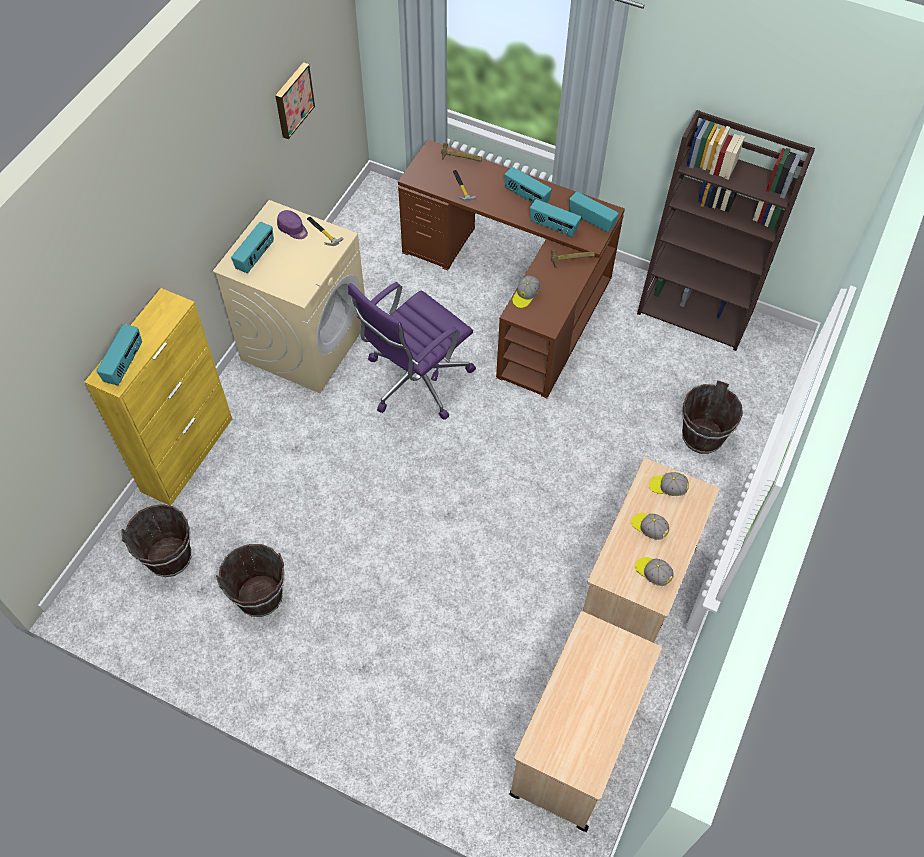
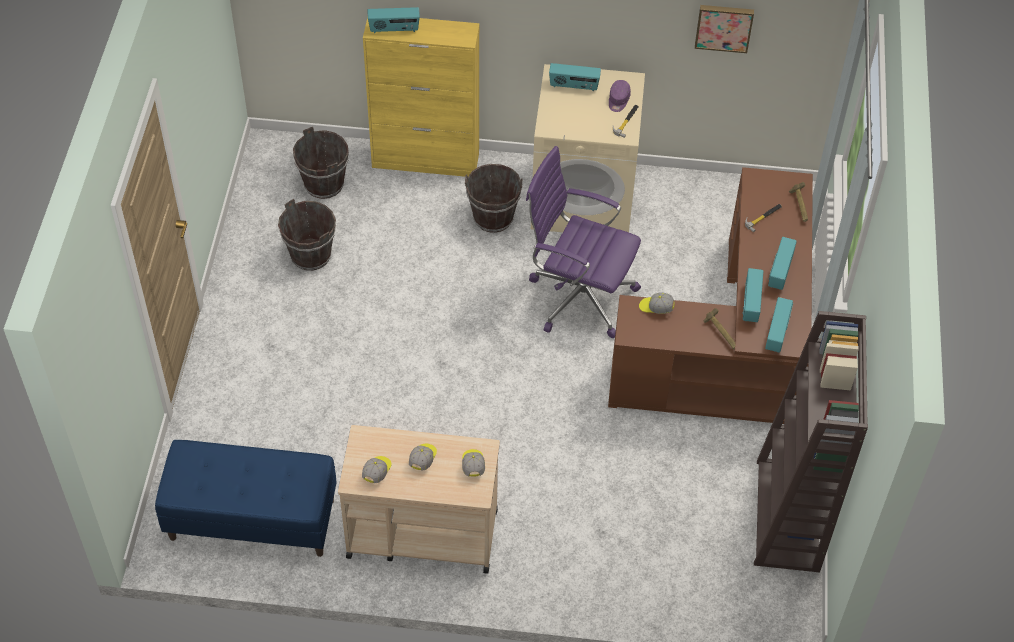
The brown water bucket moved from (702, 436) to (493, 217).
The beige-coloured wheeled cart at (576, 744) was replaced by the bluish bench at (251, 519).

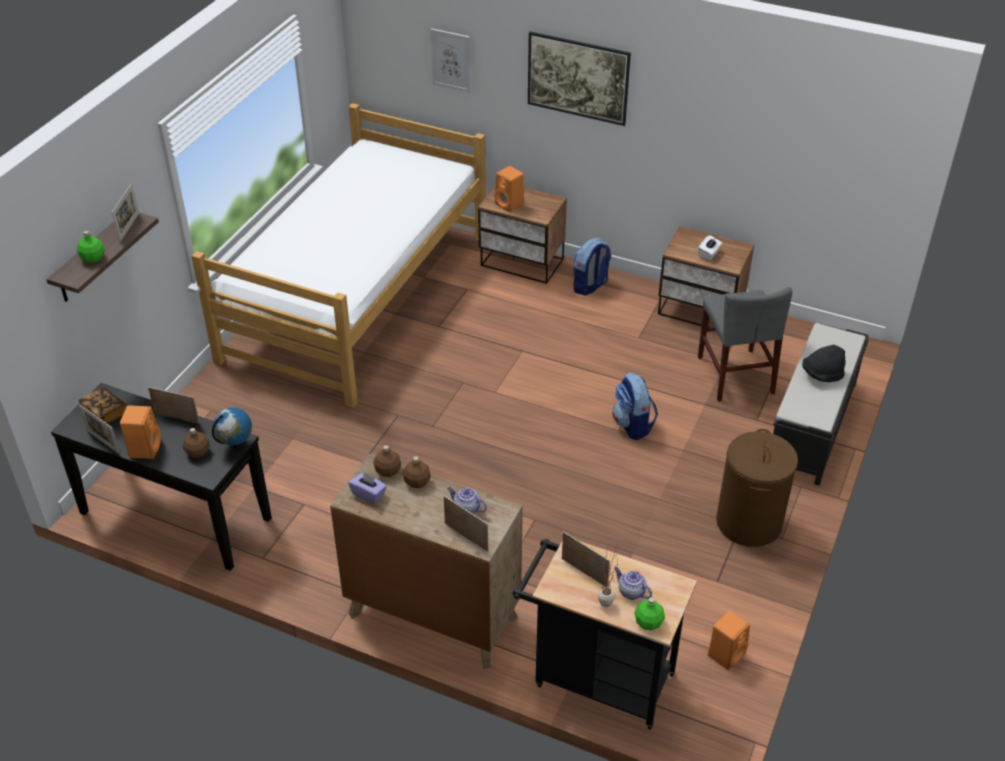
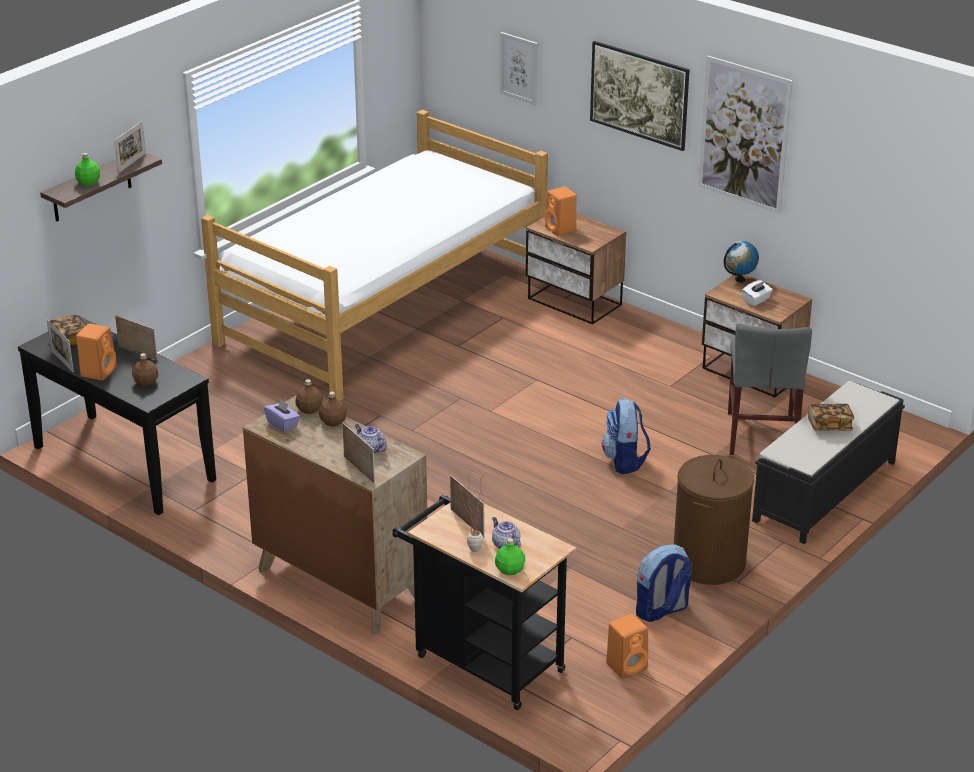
The wall art at (744, 134) appeared.
The world globe moved from (236, 446) to (740, 280).
The knapsack moved from (590, 286) to (661, 610).
The blackish wearable hat at (822, 375) was replaced by the book at (829, 426).

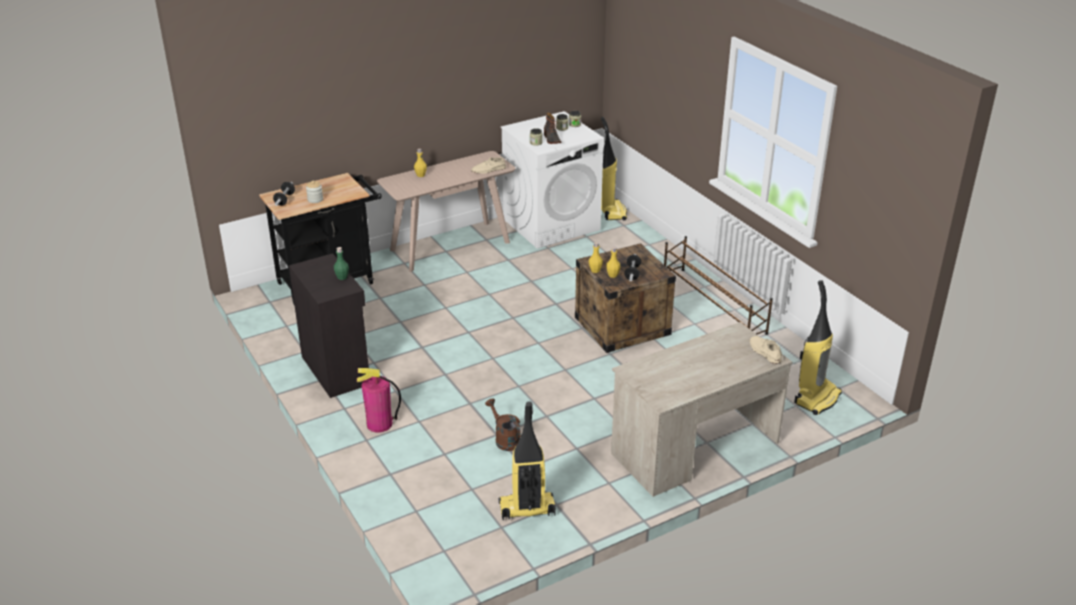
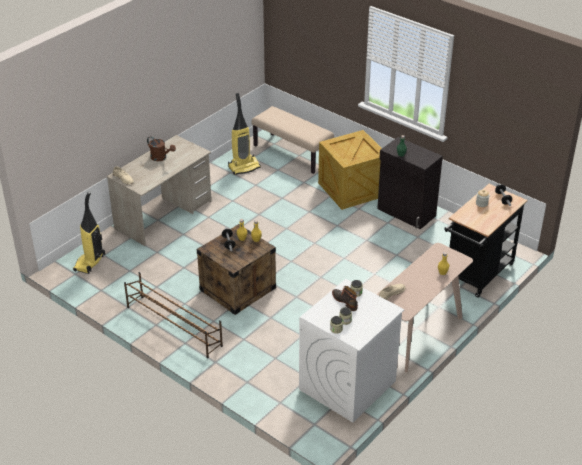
The vacuum at (611, 211) disappeared.
The beige-coloured bench at (292, 153) appeared.
The brown watering can moved from (504, 439) to (161, 158).
The fire-fighting cylinder at (379, 424) was replaced by the shipping crate at (352, 189).

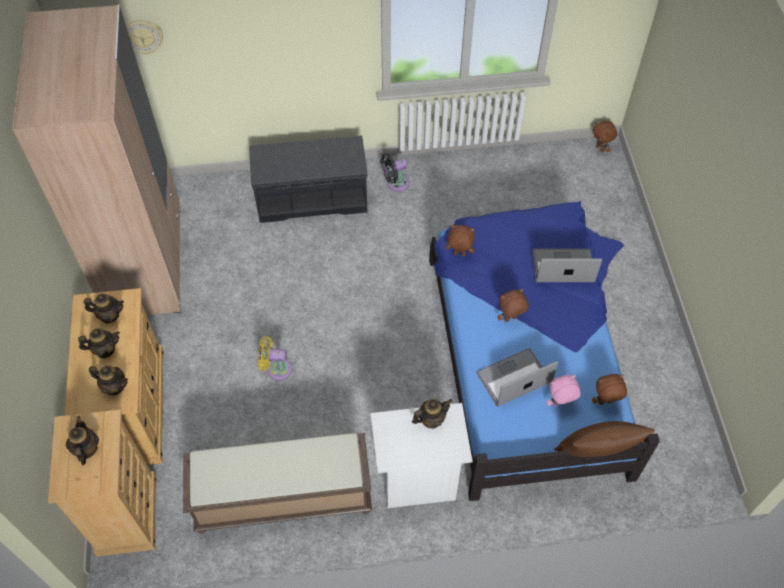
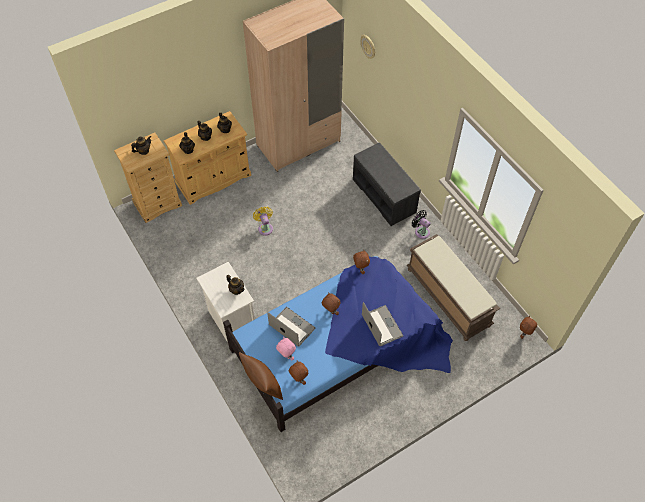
The brown bench moved from (281, 498) to (447, 297).

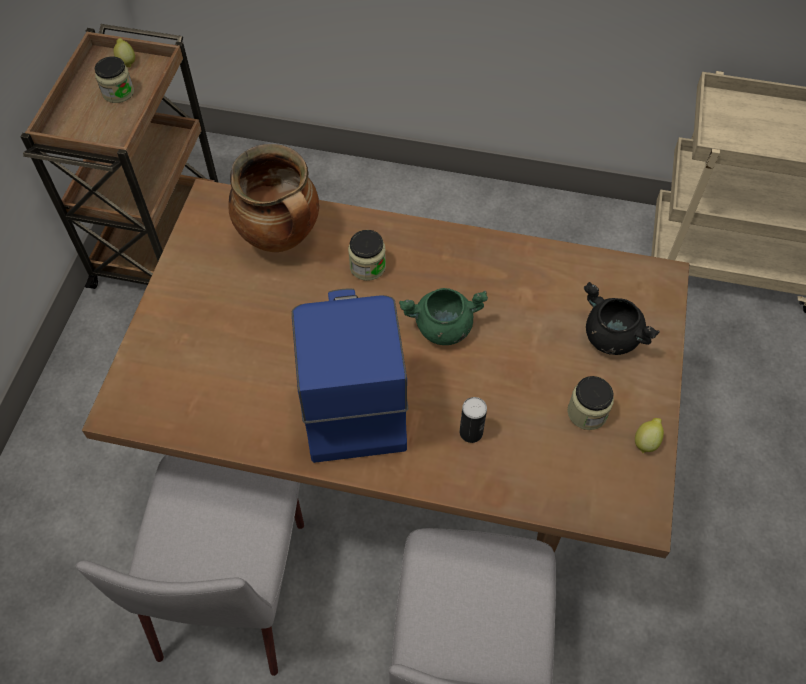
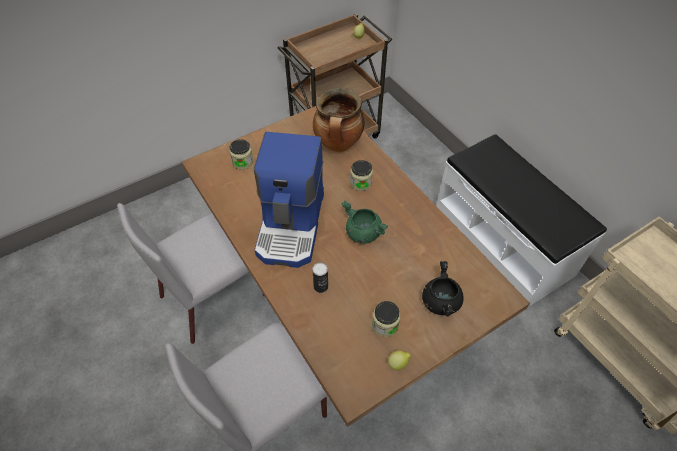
The whitish bench at (503, 240) appeared.
The preserve jar moved from (118, 92) to (242, 162).
The coffee maker at (349, 389) turned 150 degrees clockwise.

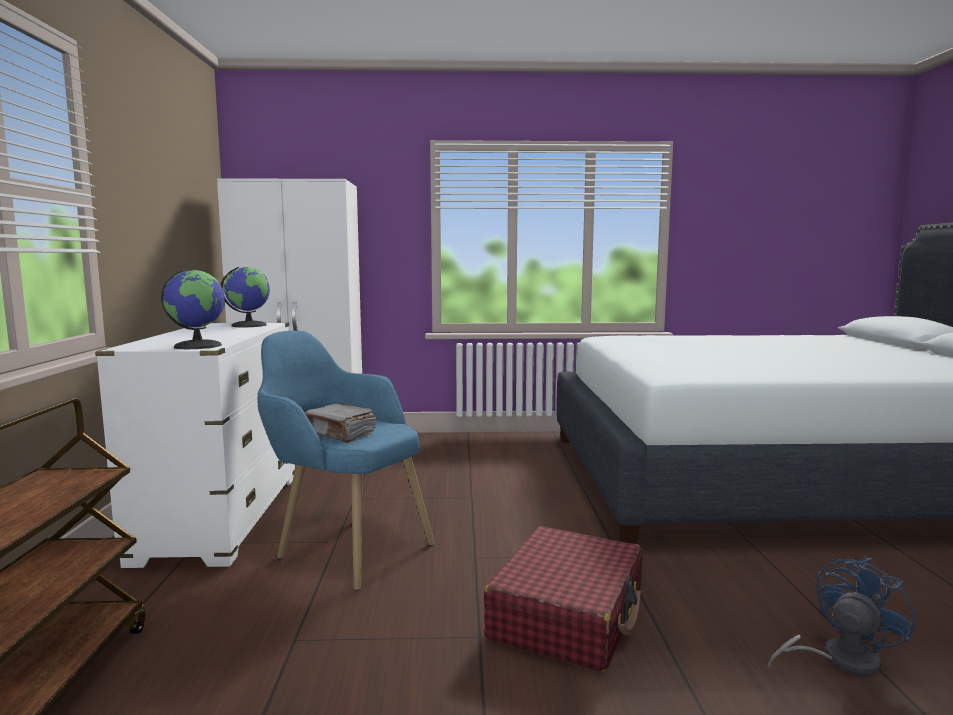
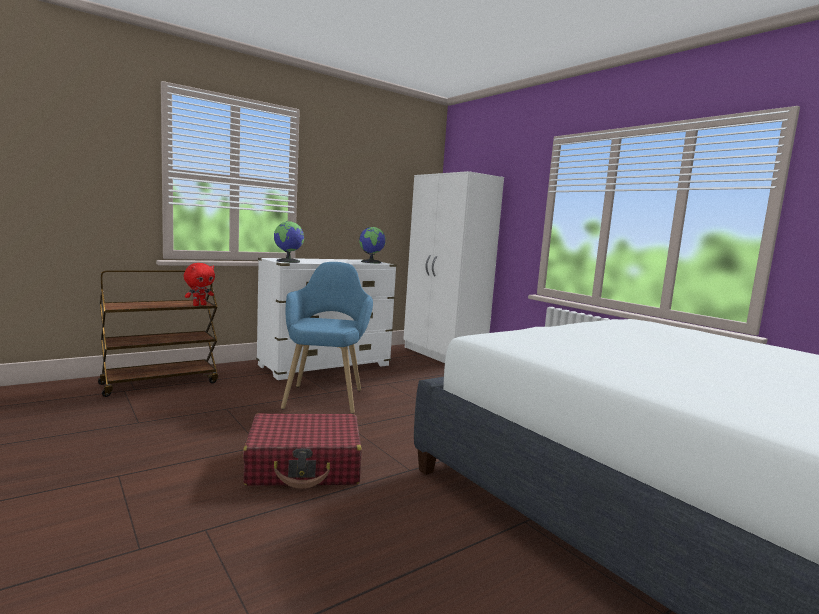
The gray book at (340, 434) disappeared.
The bluish cooling fan at (839, 660) disappeared.
The red cuddly toy at (199, 305) appeared.

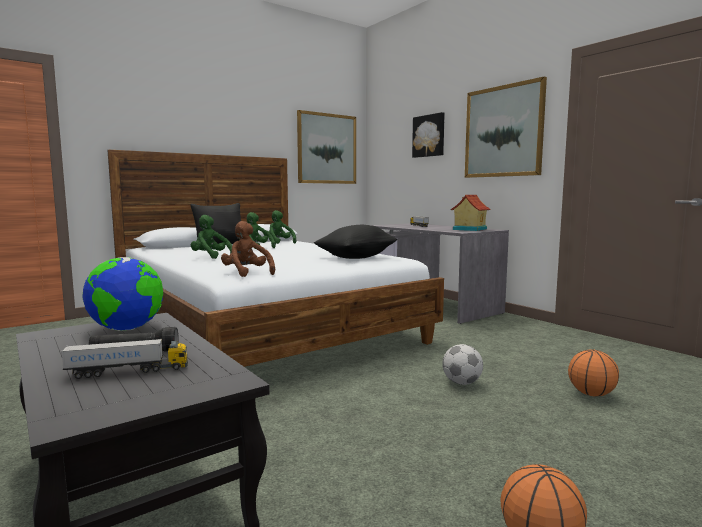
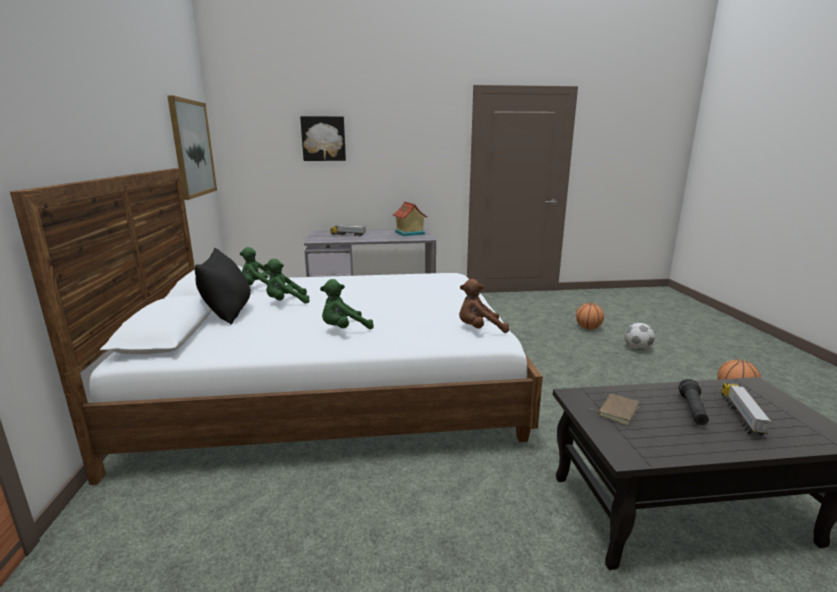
The blackish throw pillow at (356, 258) disappeared.
The wall art at (503, 131) disappeared.
The ball for football moved from (462, 383) to (637, 348).
The world globe at (127, 329) was replaced by the brown book at (616, 410).

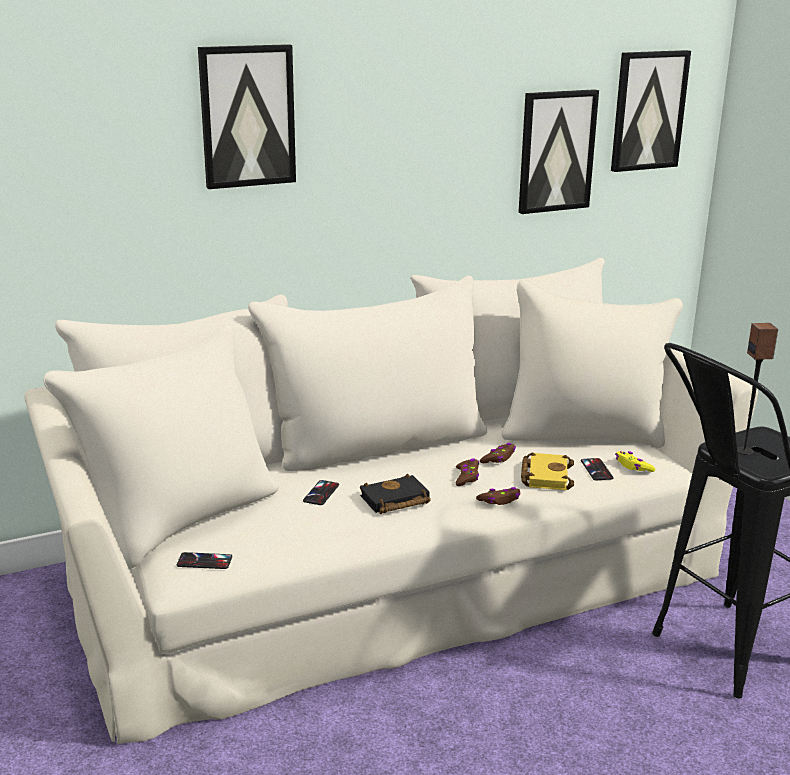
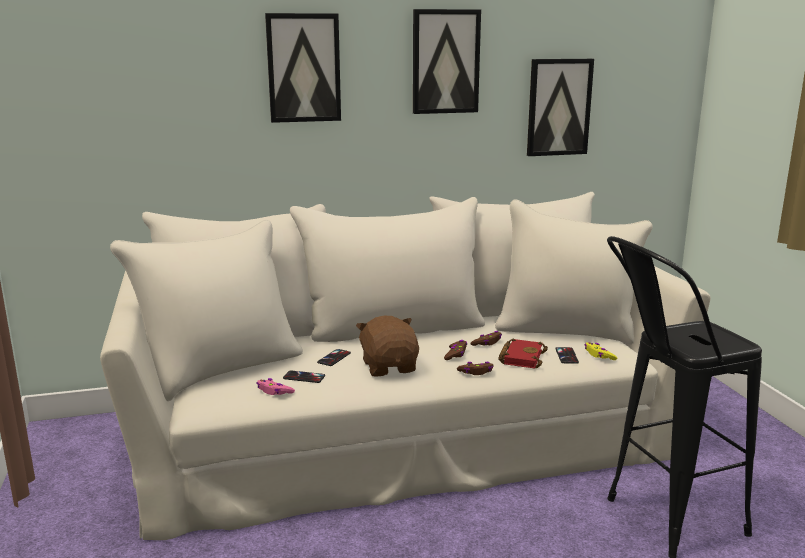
The loudspeaker at (744, 451) disappeared.
The pinkish joypad at (274, 391) appeared.
The phone moved from (204, 561) to (304, 377).
The wall art moved from (648, 110) to (445, 62).
The blackish book at (394, 501) was replaced by the brown cuddly toy at (389, 367).
The yellow book at (545, 475) became the red book at (521, 357).

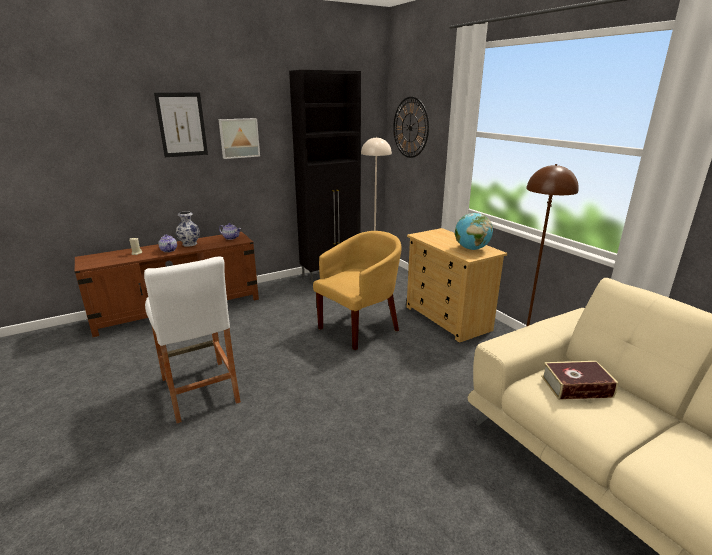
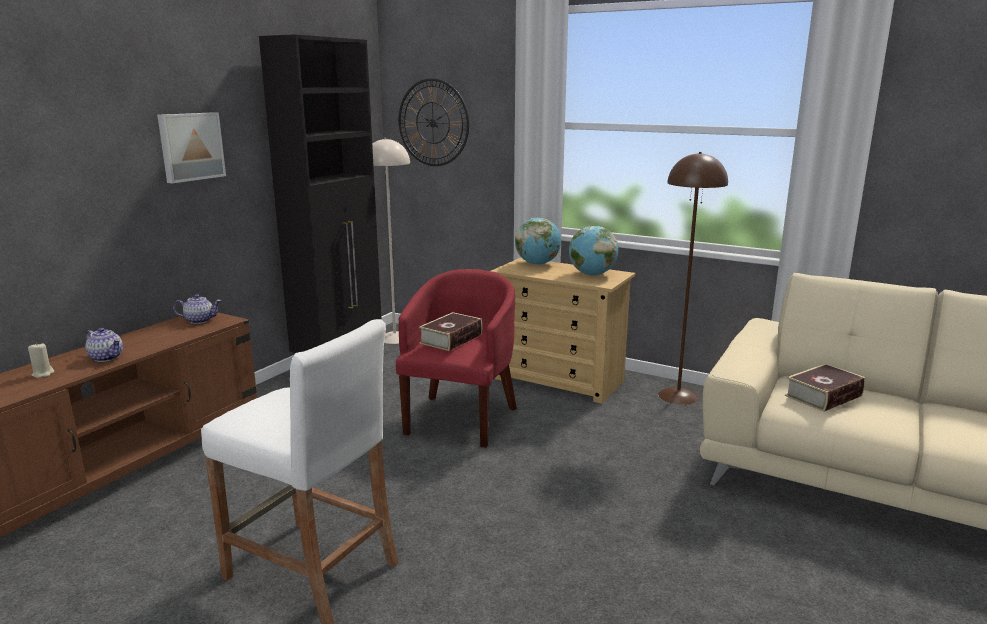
The wall art at (182, 125) disappeared.
The flower vase at (189, 244) disappeared.
The book at (451, 339) appeared.
The world globe at (537, 264) appeared.
The yellow easy chair at (360, 327) became the red easy chair at (461, 418).

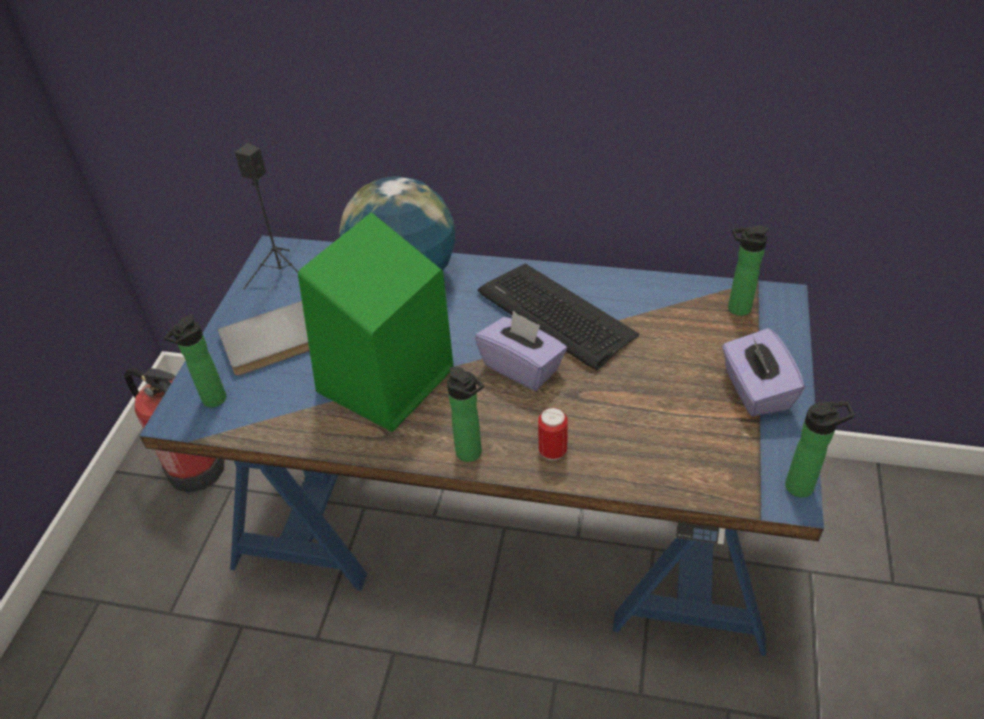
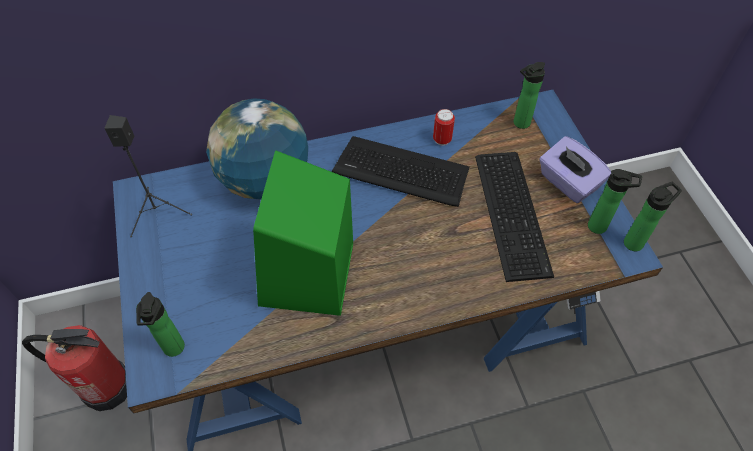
The gray book at (274, 342) disappeared.
The purple box of tissues at (522, 367) disappeared.
The keyboard at (514, 211) appeared.
The beverage bottle moved from (471, 454) to (600, 227).
The can moved from (552, 451) to (442, 140).

